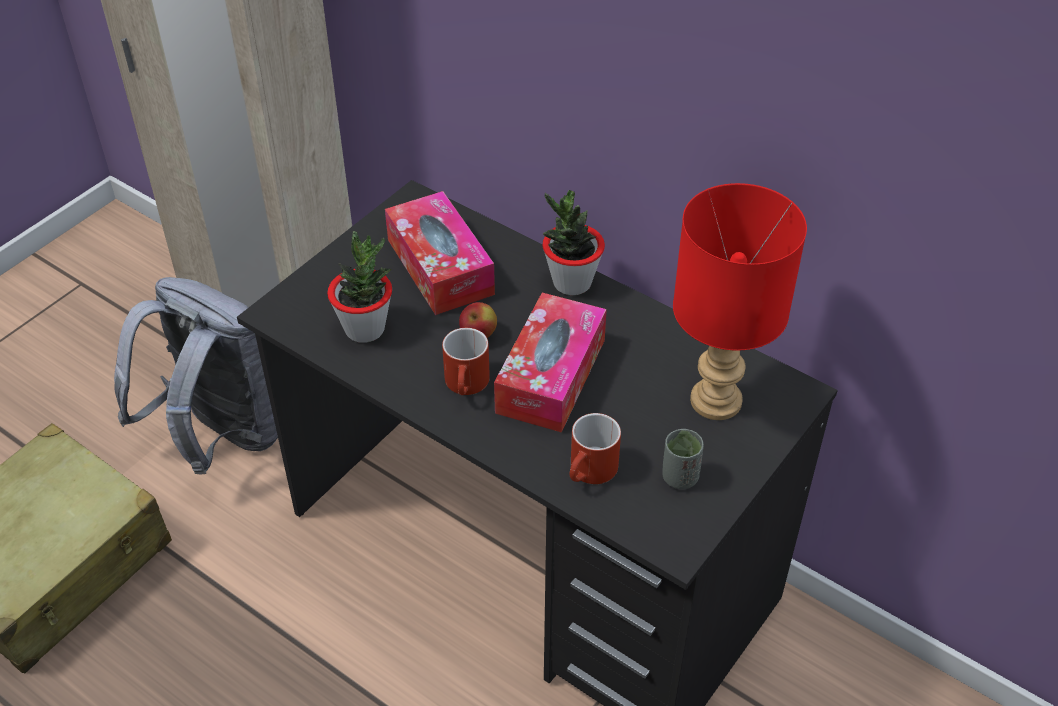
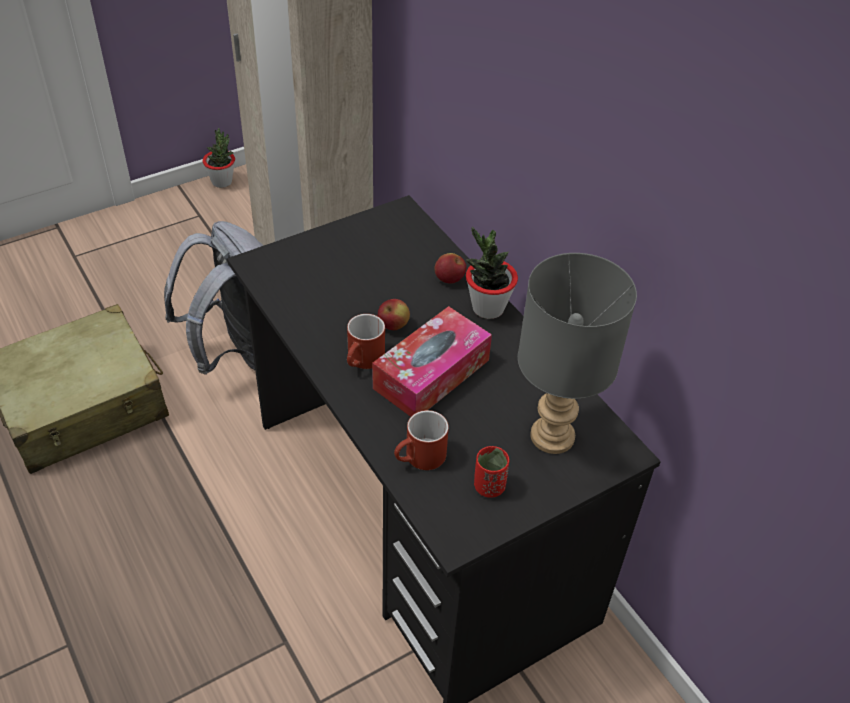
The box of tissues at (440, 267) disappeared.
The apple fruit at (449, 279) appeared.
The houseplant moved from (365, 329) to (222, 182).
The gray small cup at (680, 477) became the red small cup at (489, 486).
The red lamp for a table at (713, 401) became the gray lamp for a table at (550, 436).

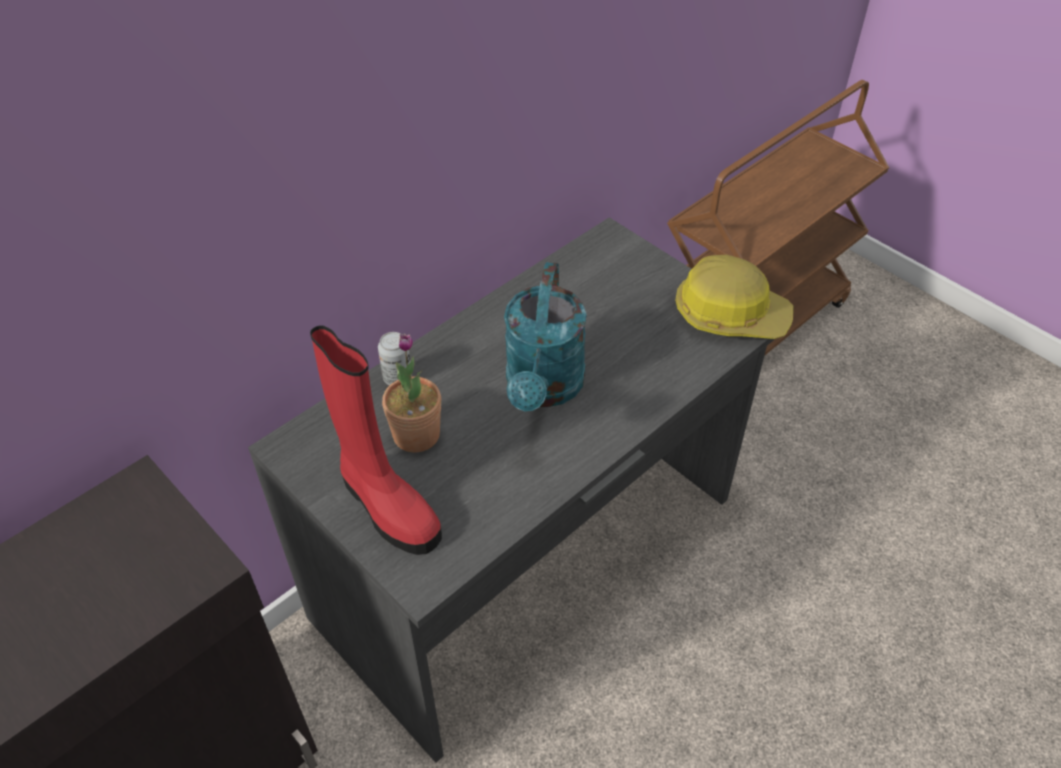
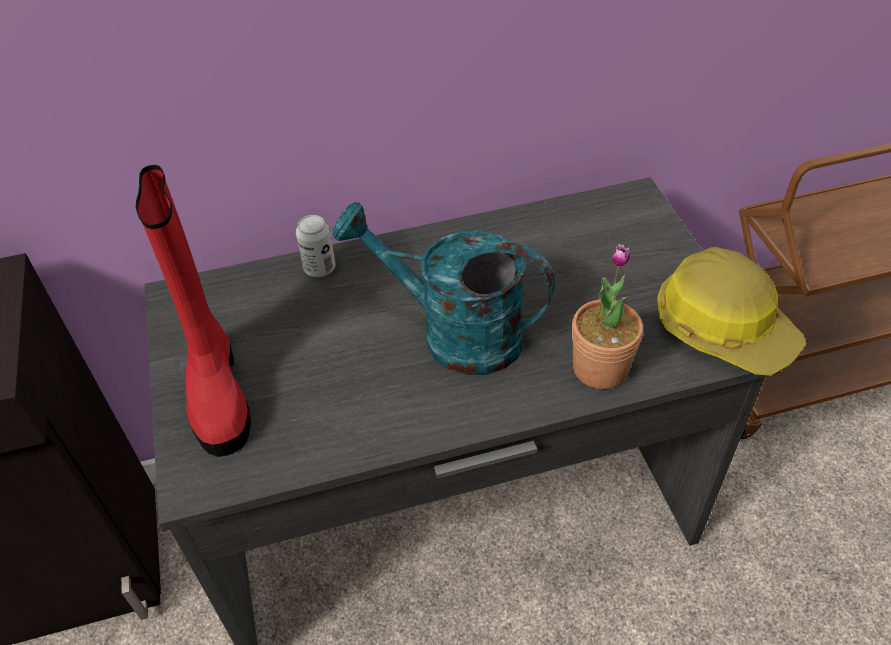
The houseplant moved from (416, 435) to (600, 368).
The turquoise watering can at (543, 389) turned 75 degrees clockwise.

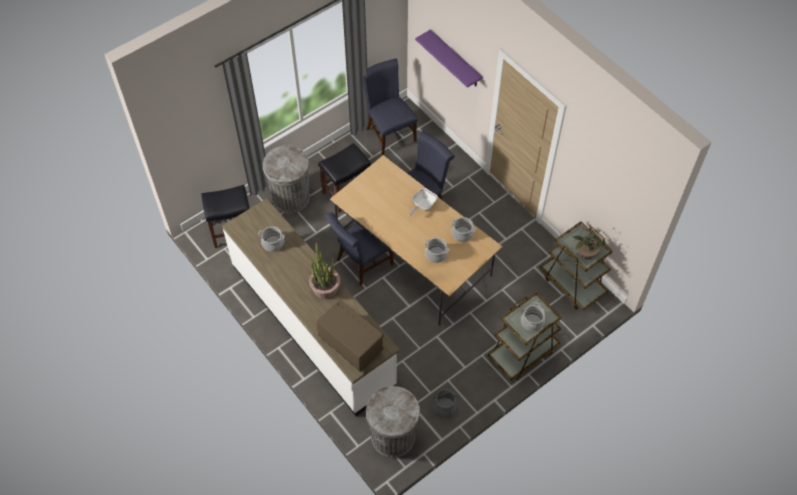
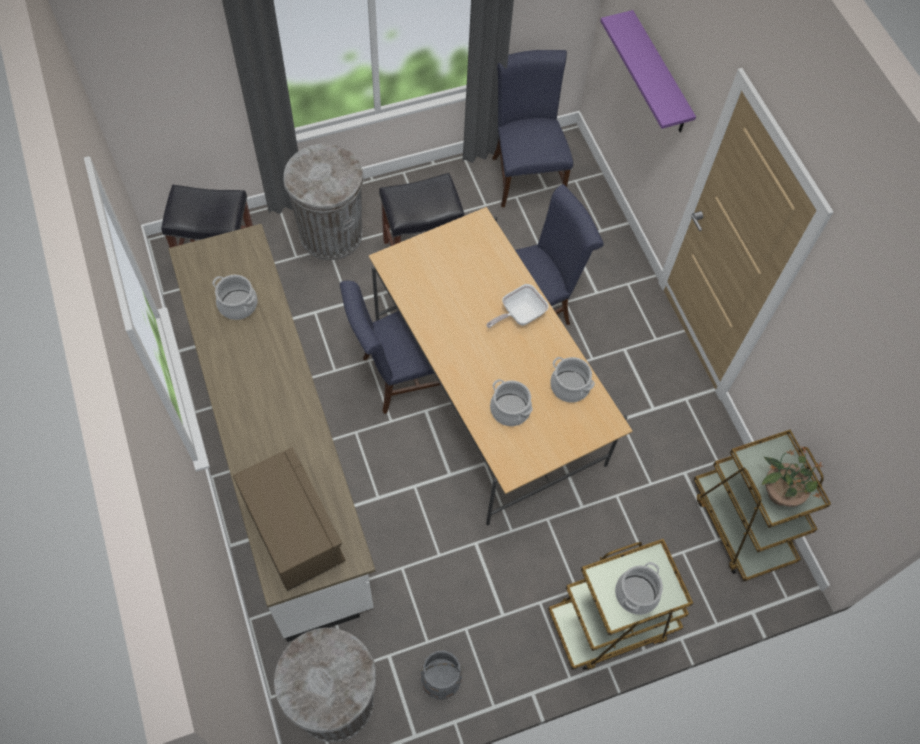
The houseplant at (325, 287) disappeared.

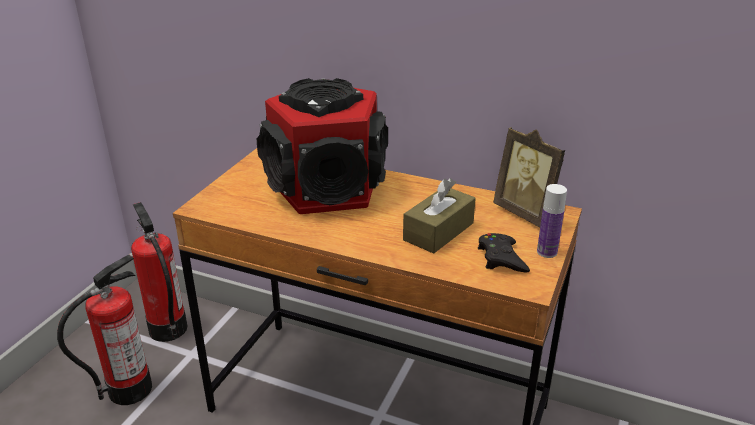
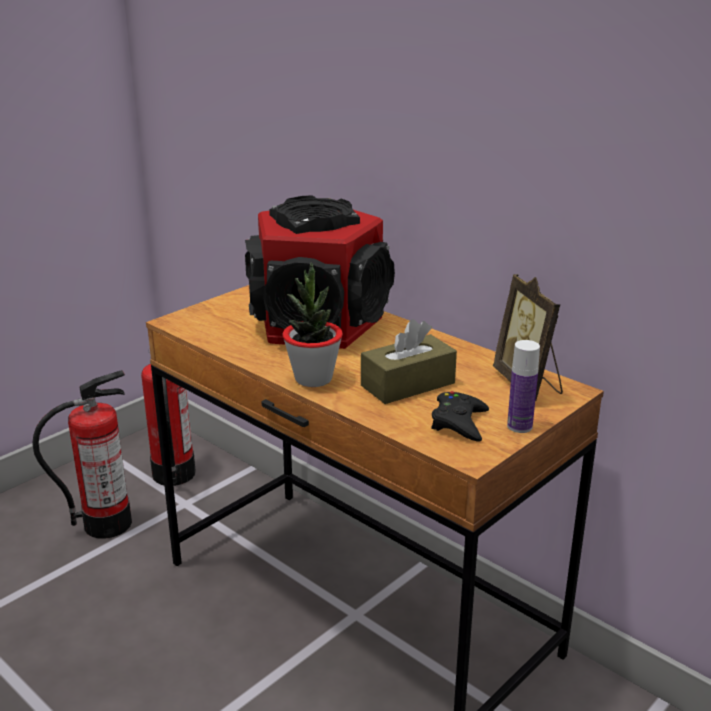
The houseplant at (313, 378) appeared.

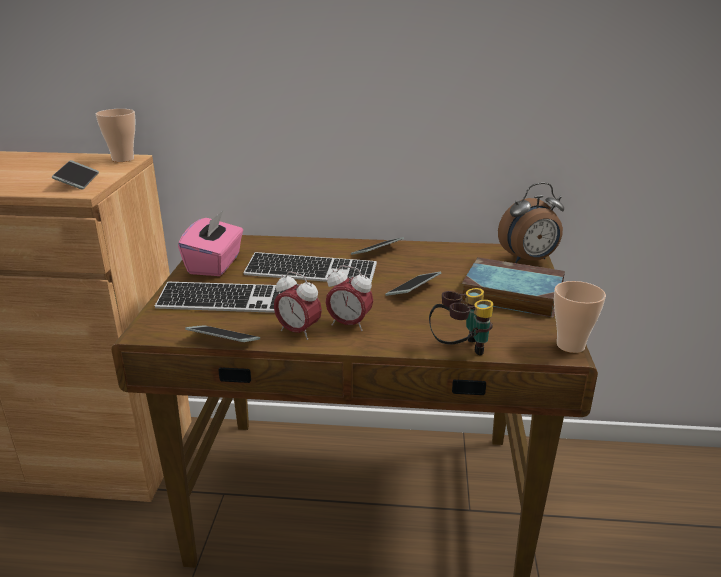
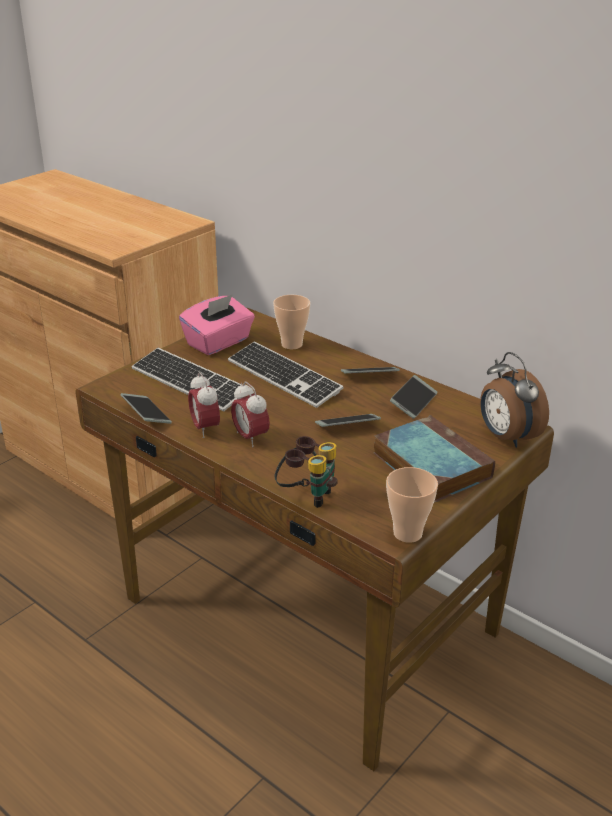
The phone moved from (77, 181) to (413, 402).
The small cup moved from (123, 159) to (292, 344).
The table clock at (529, 260) turned 45 degrees clockwise.

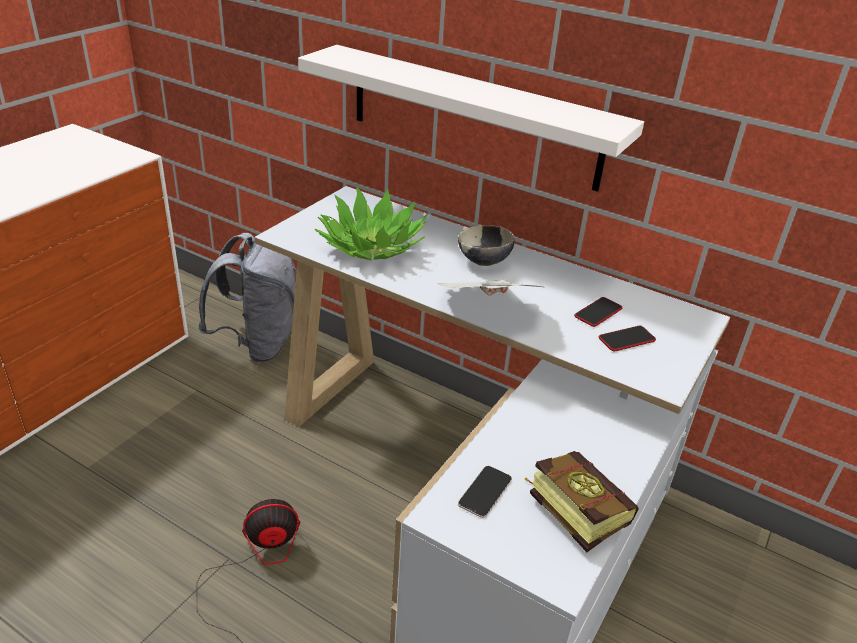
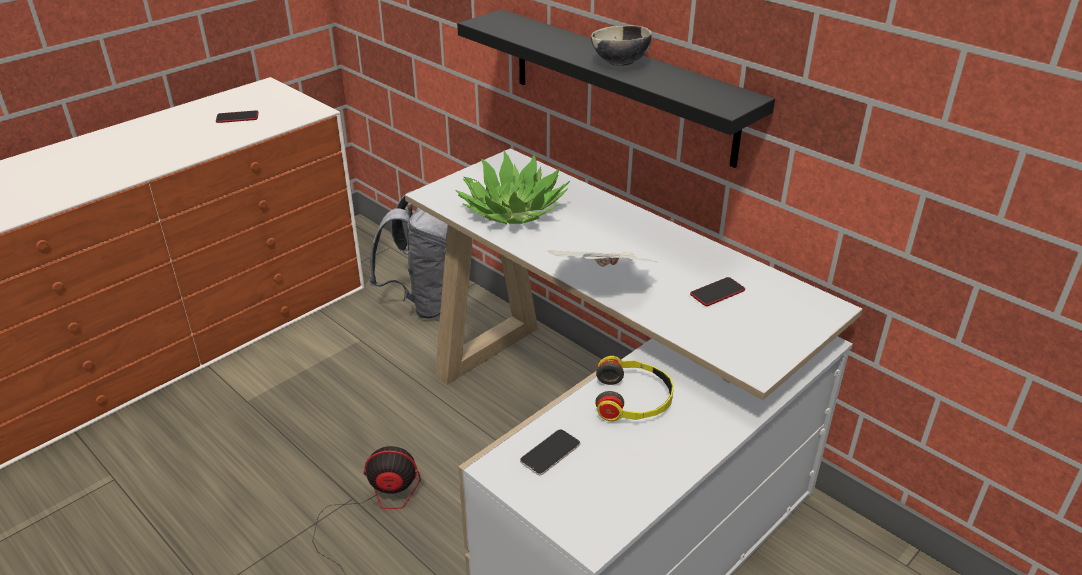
The book at (570, 508) disappeared.
The pair of headphones at (633, 399) appeared.
The bowl moved from (483, 262) to (620, 63).
The phone moved from (626, 339) to (237, 117).
The whitish wall shelf at (472, 116) became the blackish wall shelf at (621, 85).

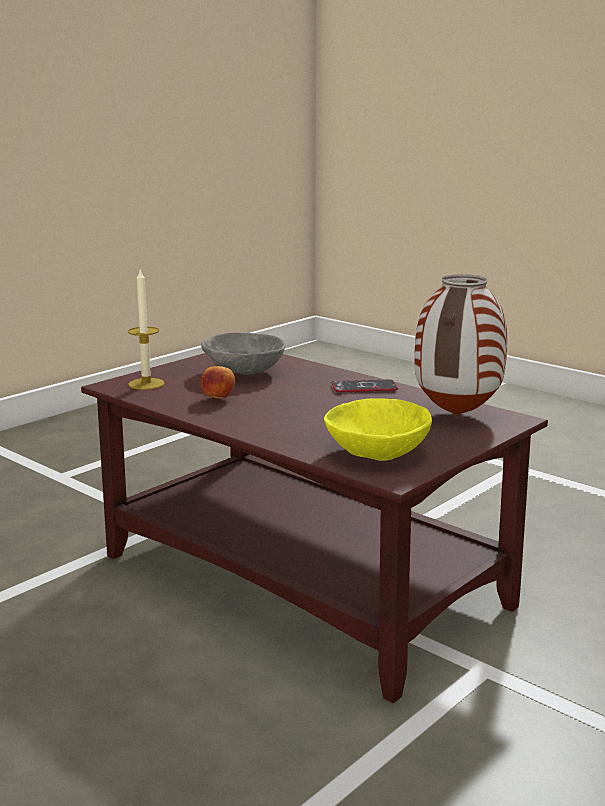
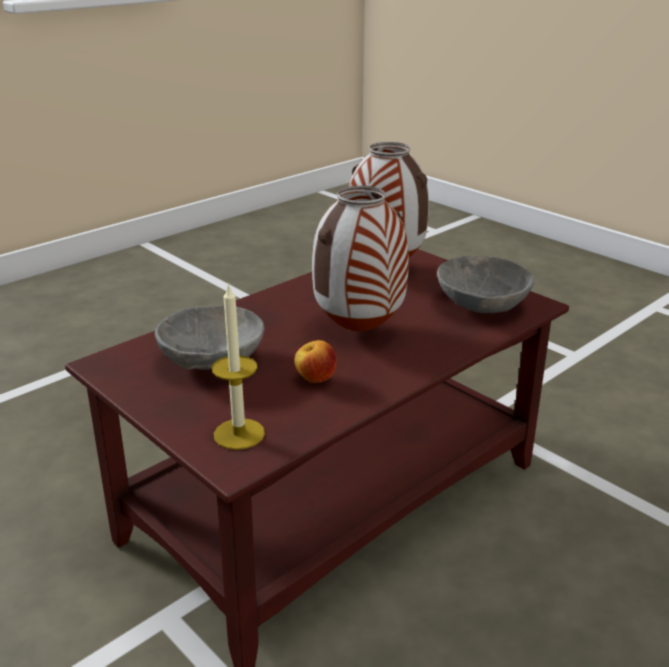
The phone at (364, 387) disappeared.
The flower vase at (358, 332) appeared.
The yellow bowl at (378, 452) became the gray bowl at (480, 305).

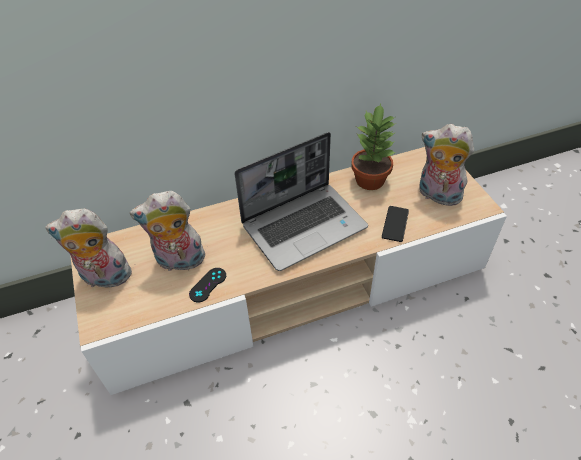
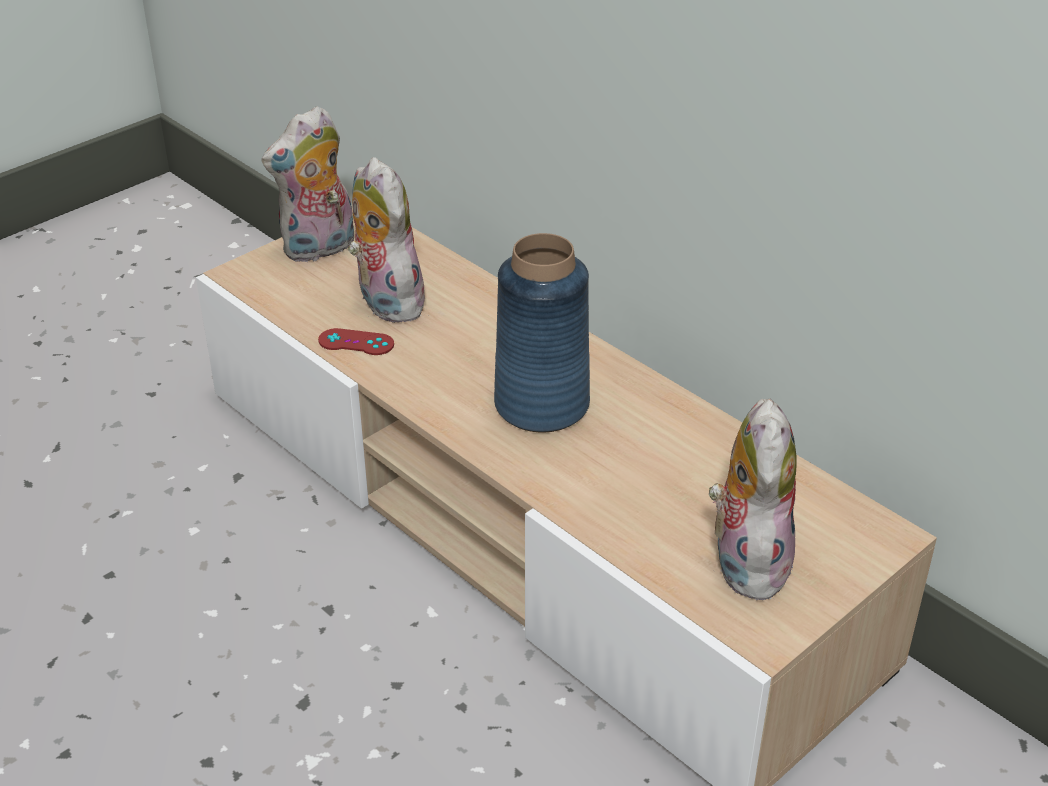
The houseplant at (371, 180) disappeared.
The phone at (395, 224) disappeared.
The portable computer at (304, 225) was replaced by the bluish flower vase at (542, 405).
The blackish joypad at (208, 285) became the red joypad at (356, 342).
The cuddly toy at (104, 278) turned 105 degrees counterclockwise.

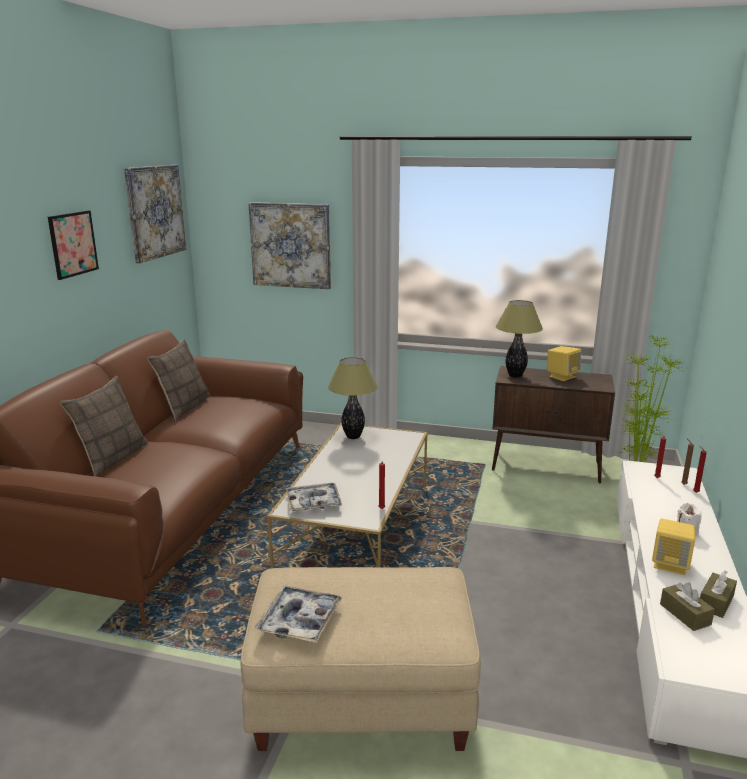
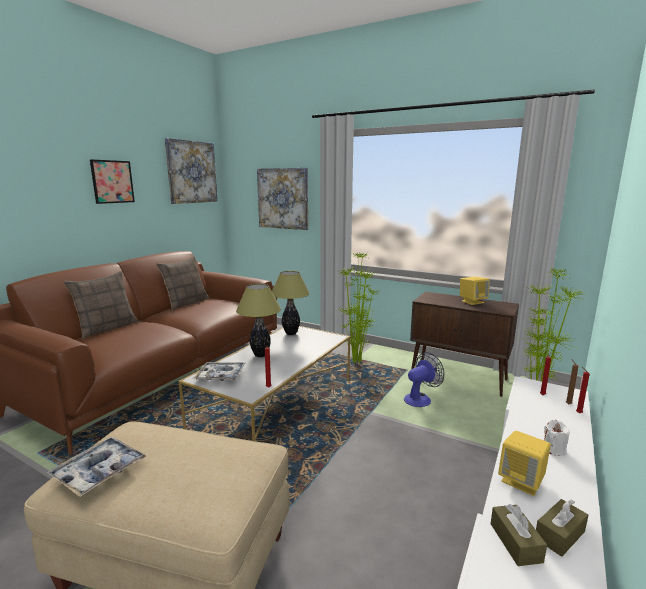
The houseplant at (356, 361) appeared.
The cooling fan at (420, 398) appeared.
The lamp for a table moved from (515, 375) to (261, 355).

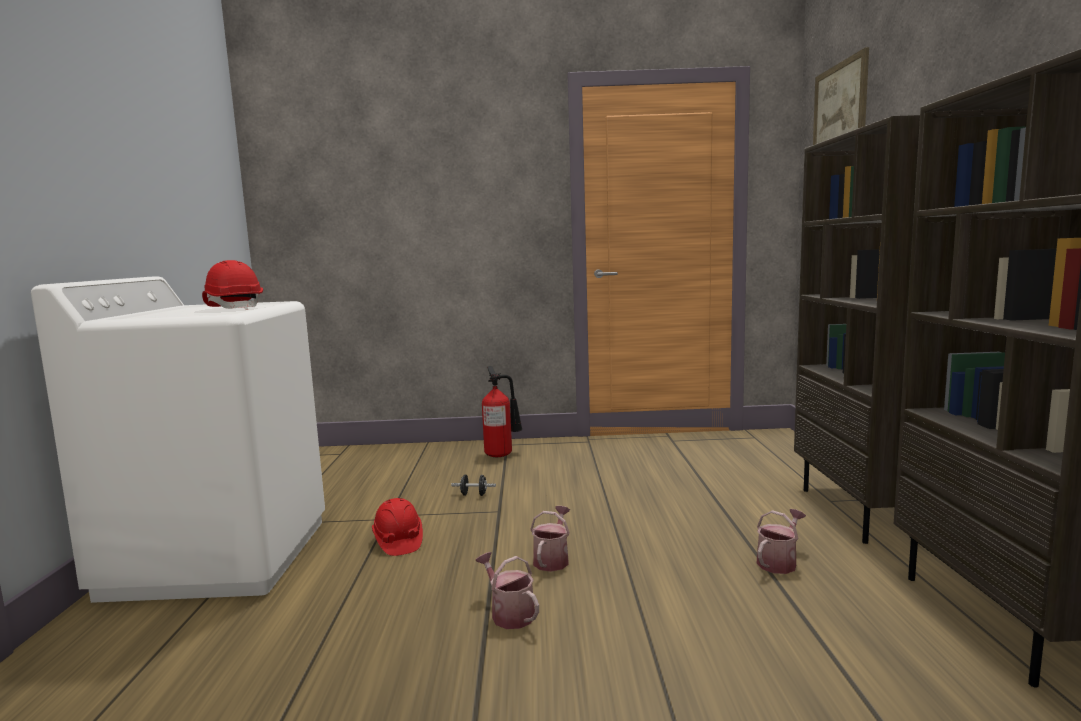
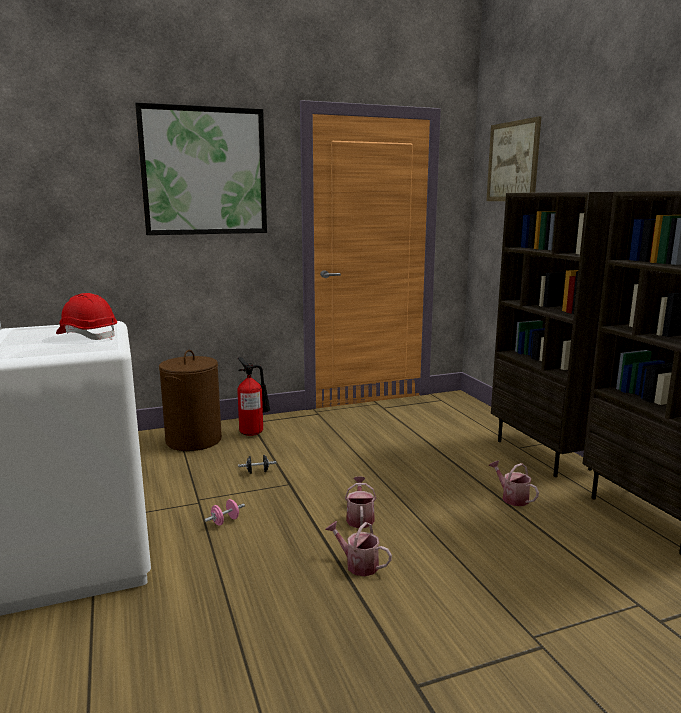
The wall art at (204, 171) appeared.
The brown laundry basket at (193, 440) appeared.
The red safety helmet at (398, 541) was replaced by the pinkish dumbbell at (225, 521).
The watering can at (779, 562) turned 60 degrees counterclockwise.

